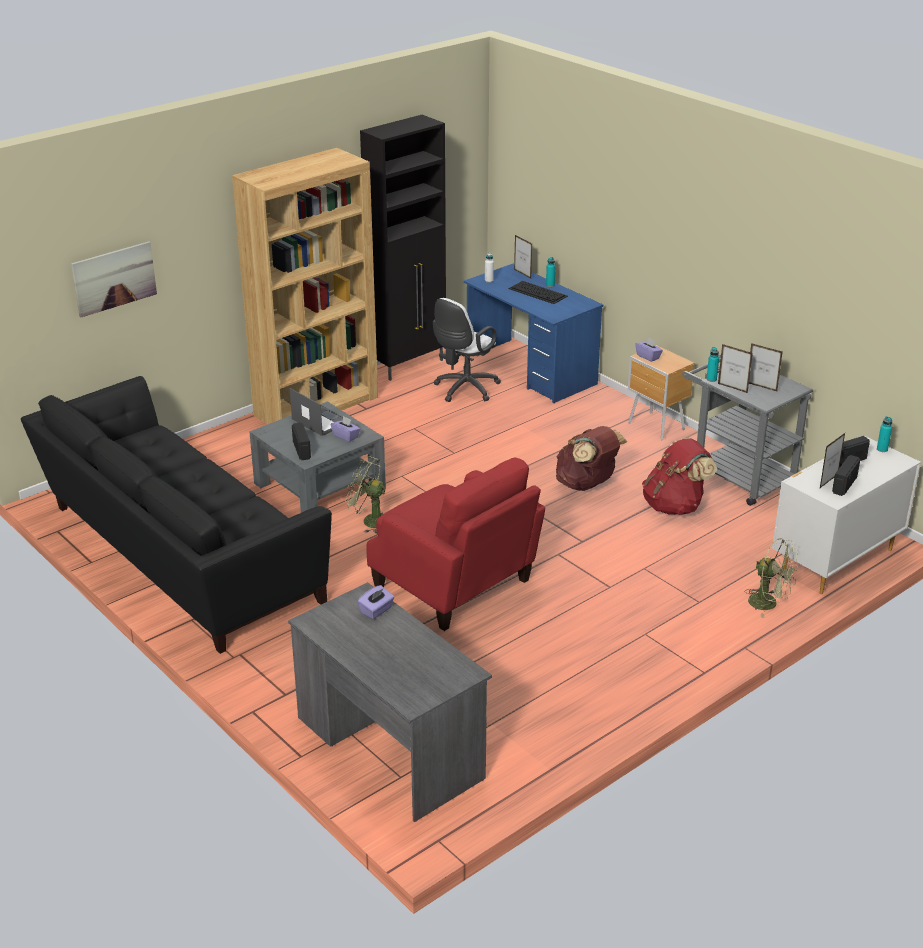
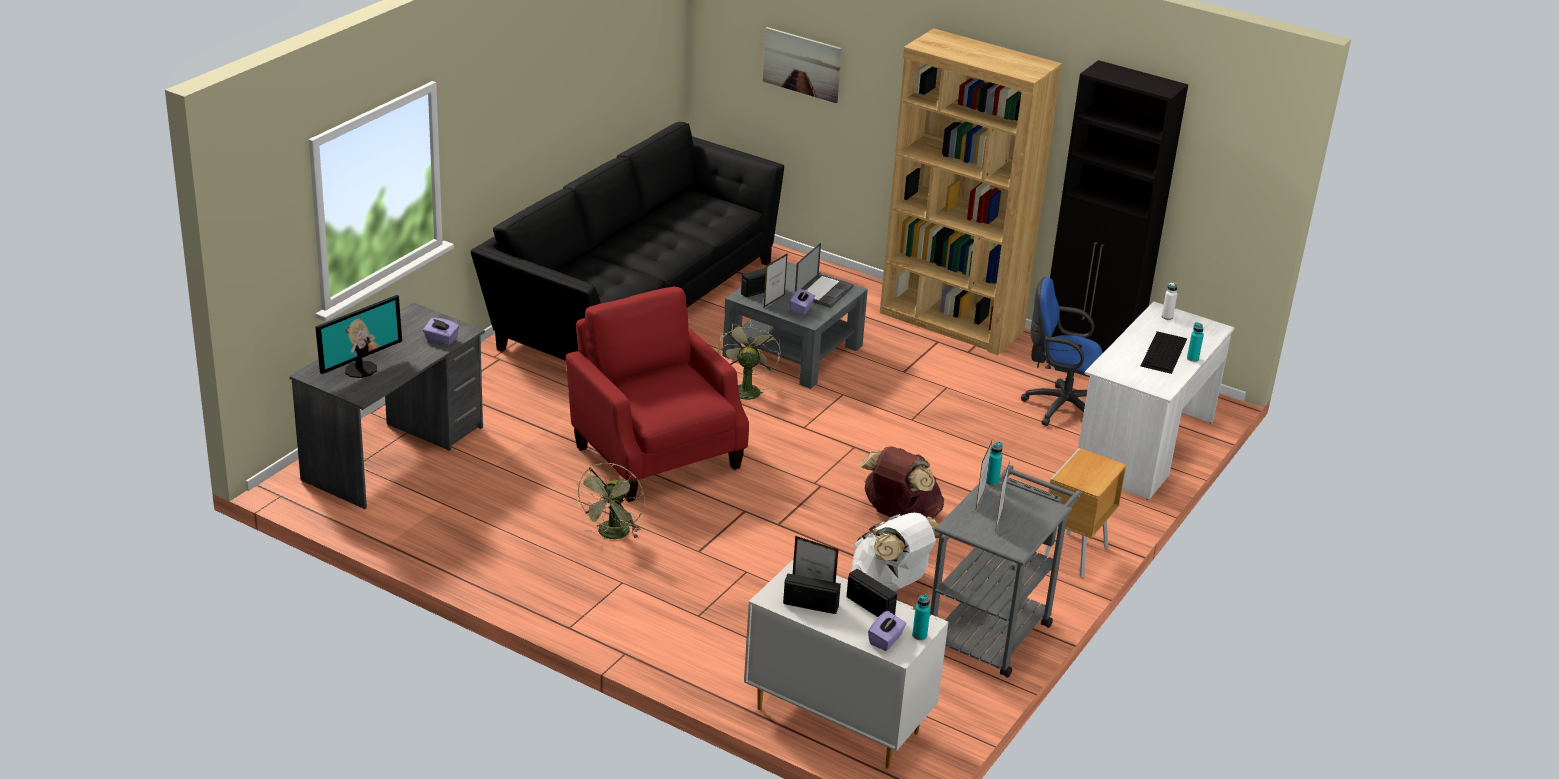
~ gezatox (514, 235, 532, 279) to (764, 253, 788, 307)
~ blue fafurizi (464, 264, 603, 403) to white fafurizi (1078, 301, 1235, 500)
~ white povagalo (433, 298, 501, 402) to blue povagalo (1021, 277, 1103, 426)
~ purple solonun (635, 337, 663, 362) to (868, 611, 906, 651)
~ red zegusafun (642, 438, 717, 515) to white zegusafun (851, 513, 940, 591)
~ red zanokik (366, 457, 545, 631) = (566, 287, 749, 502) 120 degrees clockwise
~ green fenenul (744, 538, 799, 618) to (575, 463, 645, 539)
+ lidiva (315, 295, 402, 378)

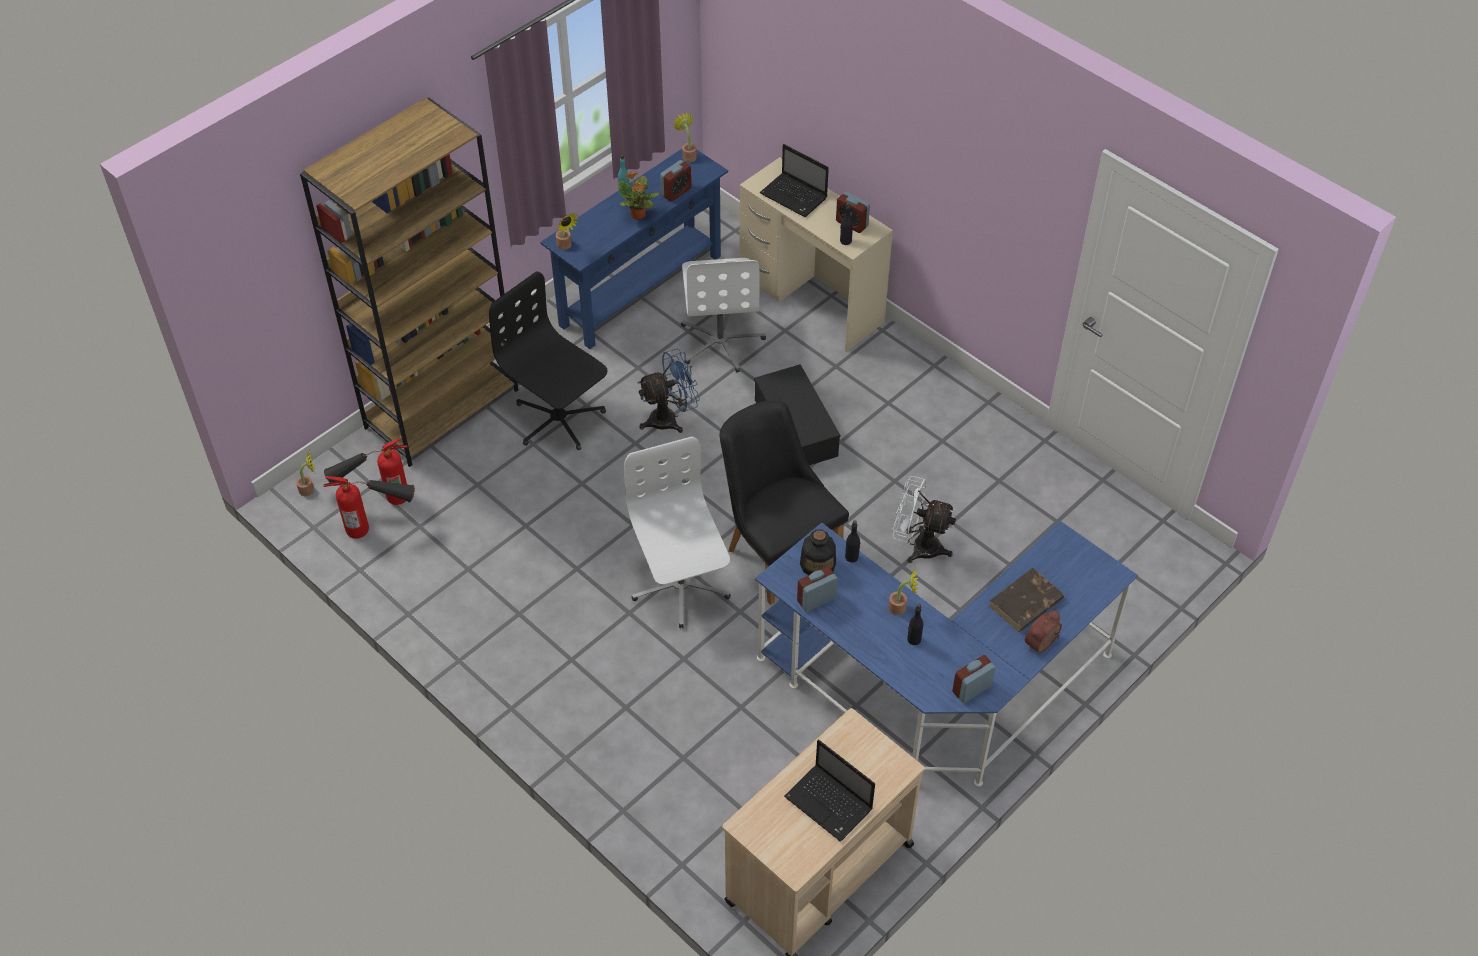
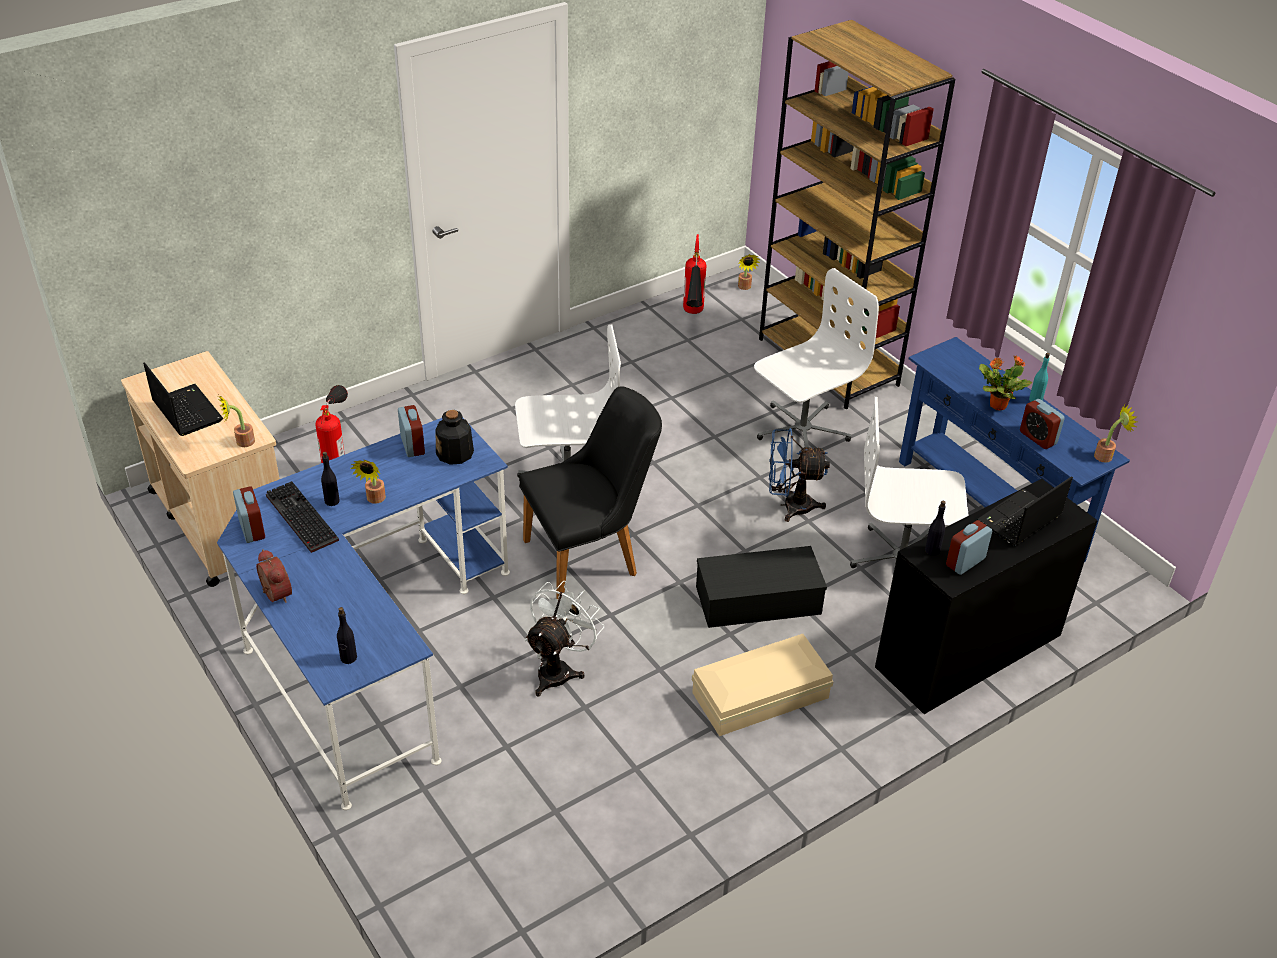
~ beige fafurizi (740, 157, 893, 352) to black fafurizi (875, 479, 1098, 714)
~ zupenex (556, 214, 579, 250) to (218, 395, 255, 447)
~ black povagalo (489, 271, 607, 450) to white povagalo (754, 268, 879, 448)
~ blue fenenul (638, 348, 700, 433) = (769, 428, 830, 522) 105 degrees clockwise
~ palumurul (324, 438, 408, 505) to (315, 385, 348, 463)
~ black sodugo (845, 520, 860, 563) to (337, 607, 357, 664)
- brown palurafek (989, 568, 1064, 632)
~ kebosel (784, 740, 875, 842) = (143, 362, 223, 436) 90 degrees clockwise
+ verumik (266, 481, 339, 553)
+ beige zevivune (692, 634, 834, 736)

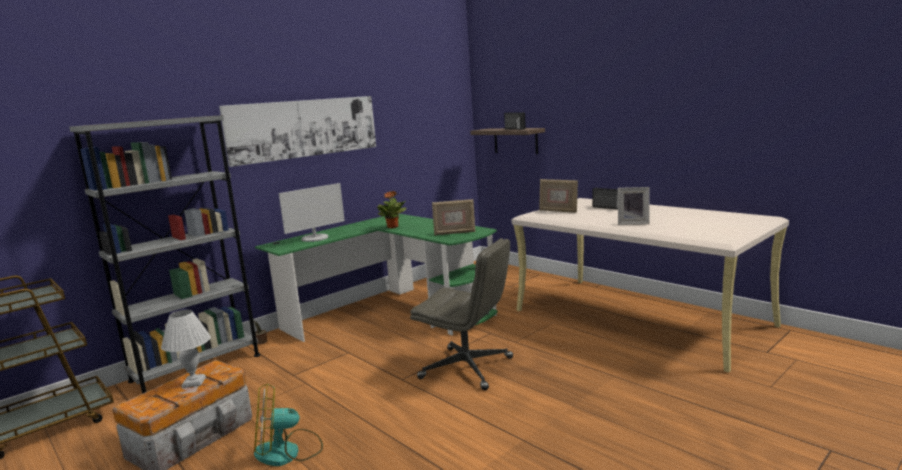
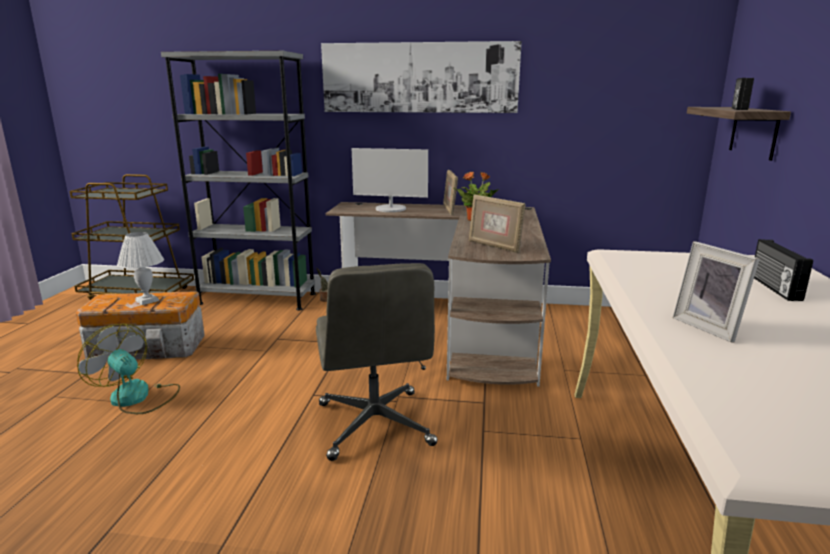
~ gezatox (539, 179, 578, 213) to (443, 170, 458, 215)
~ green fafurizi (255, 214, 498, 342) to brown fafurizi (326, 202, 551, 387)

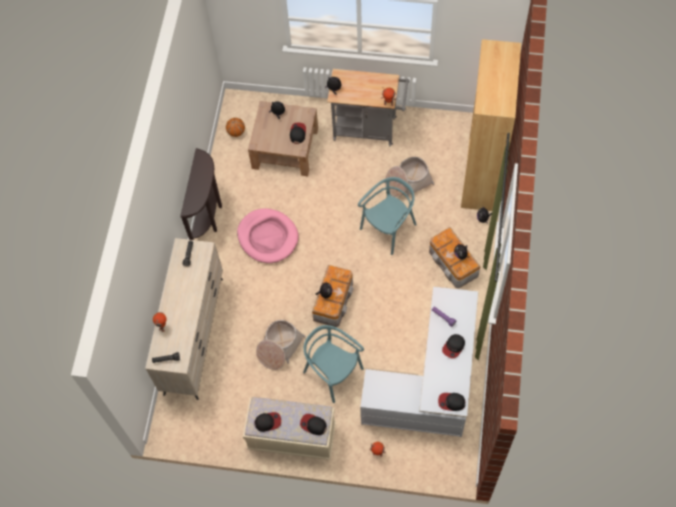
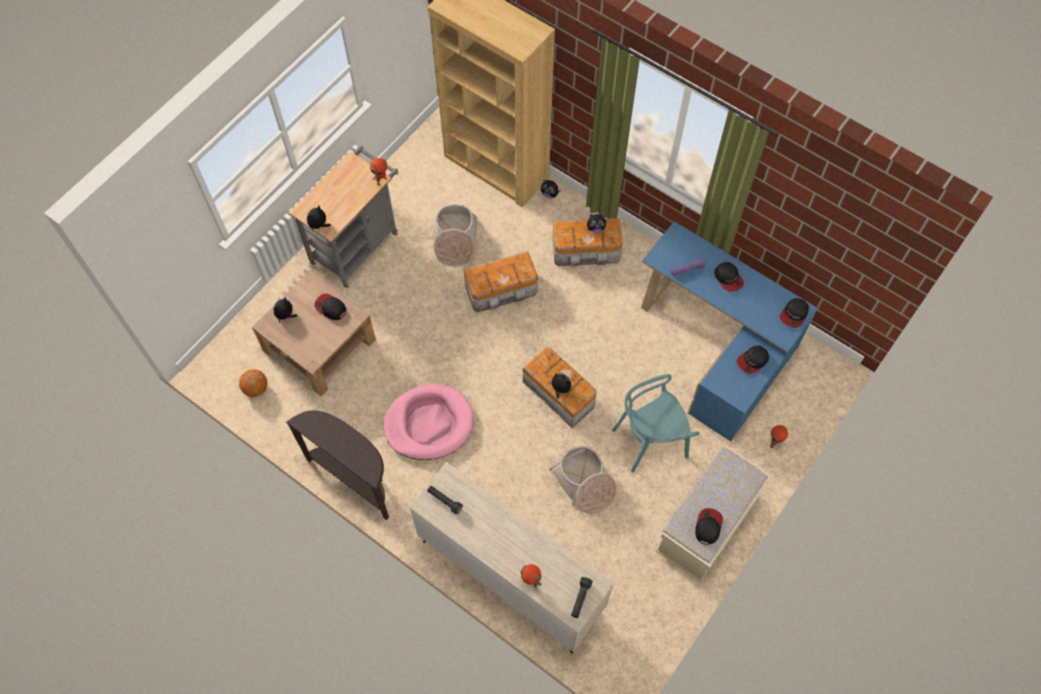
~ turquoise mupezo (358, 177, 417, 255) to zevivune (463, 251, 538, 312)
~ white fafurizi (360, 286, 478, 437) to blue fafurizi (641, 221, 818, 441)
~ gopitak (300, 414, 327, 435) to (737, 346, 769, 374)

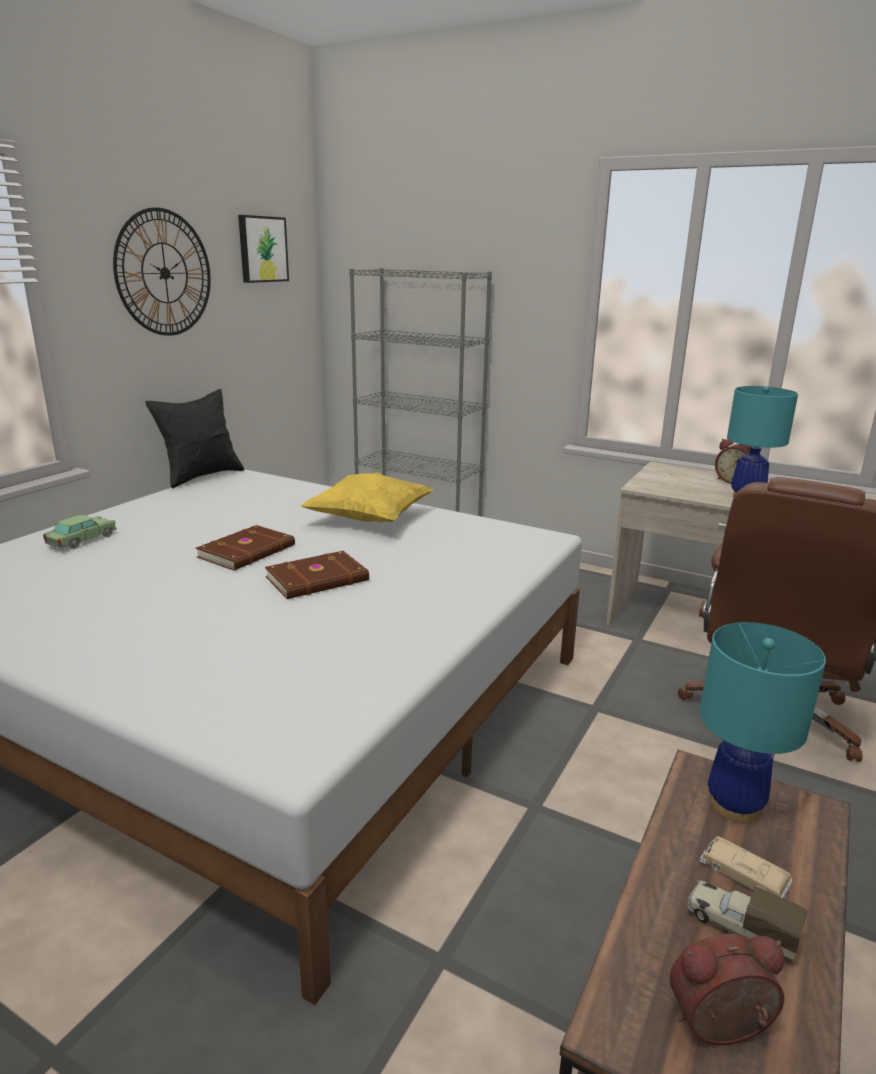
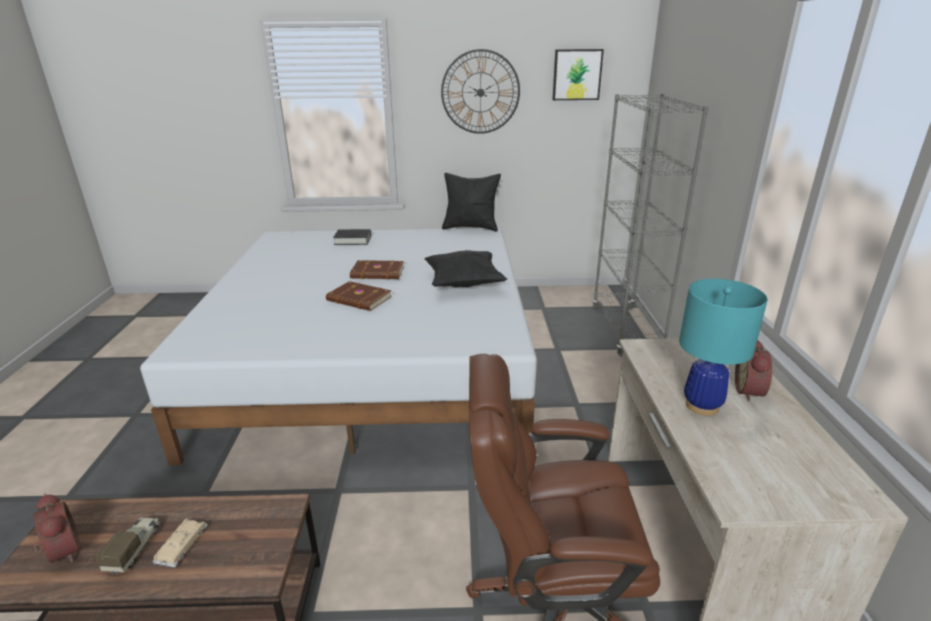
~ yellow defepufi (300, 472, 433, 522) to black defepufi (424, 250, 507, 287)
~ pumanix (43, 515, 117, 549) to black palurafek (333, 229, 371, 245)
- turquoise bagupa (700, 622, 826, 823)

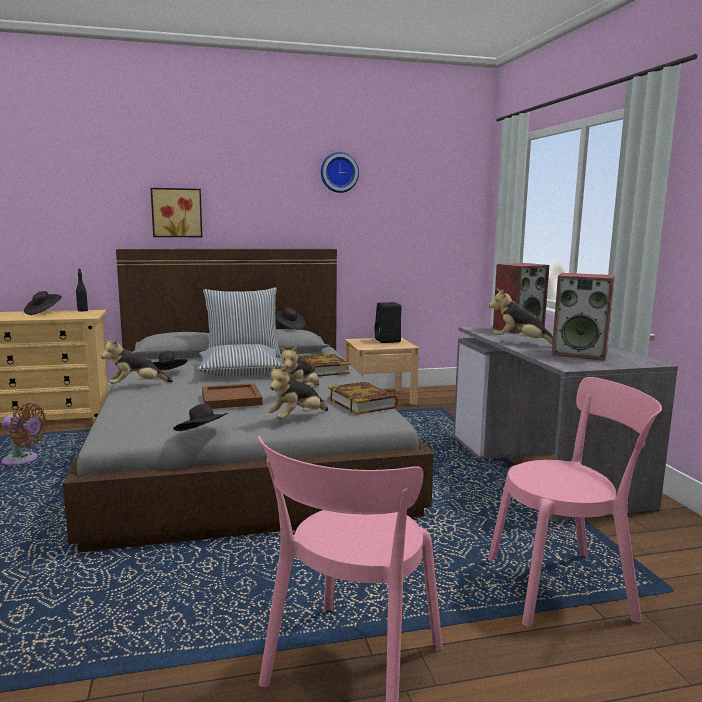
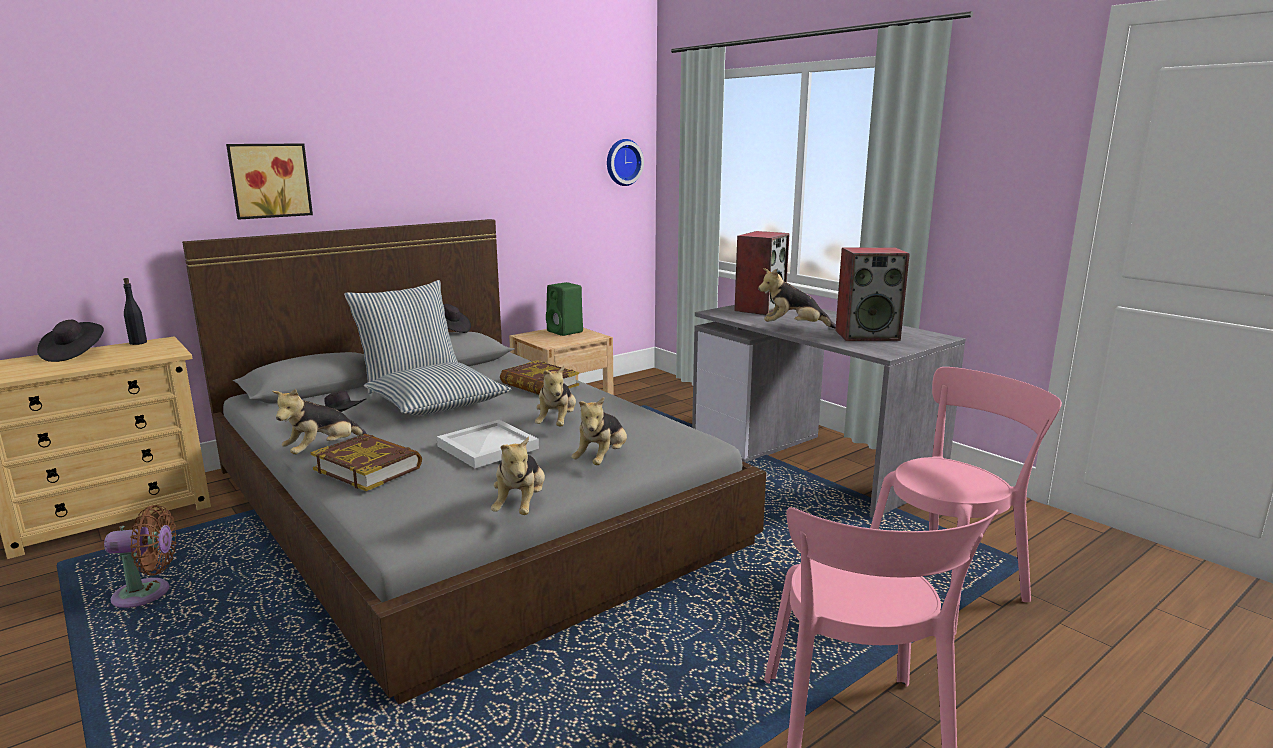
~ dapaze (321, 152, 359, 193) to (607, 139, 644, 186)
~ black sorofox (374, 302, 402, 343) to green sorofox (546, 282, 583, 336)
~ palurafek (328, 382, 399, 415) to (311, 434, 422, 491)
~ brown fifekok (202, 383, 263, 409) to white fifekok (437, 420, 539, 468)
~ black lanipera (173, 404, 228, 431) to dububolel (491, 436, 545, 515)

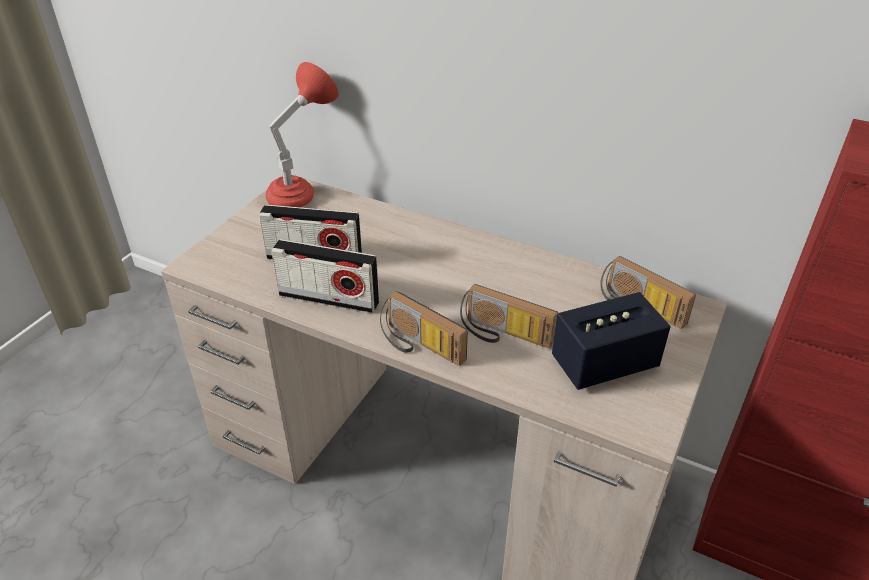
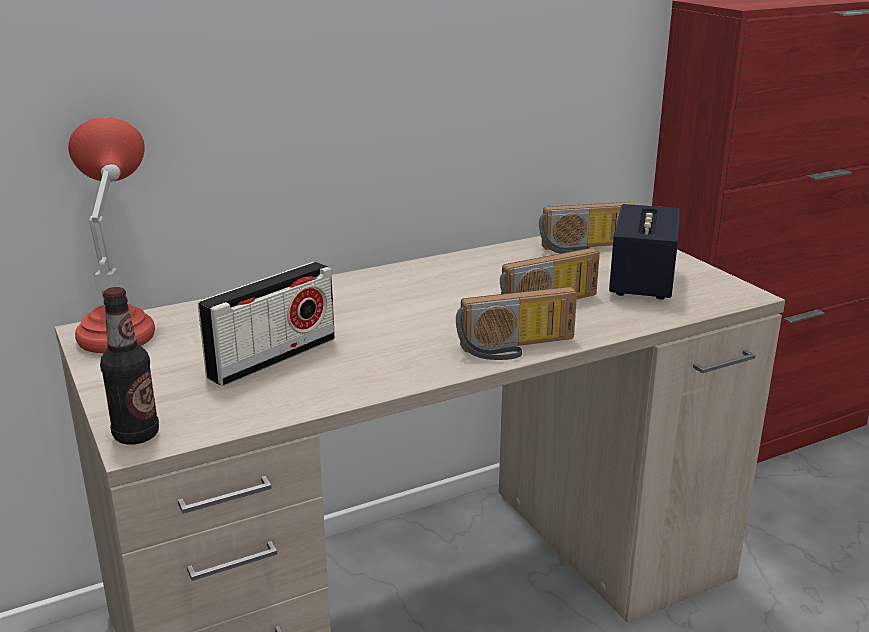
- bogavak (271, 239, 379, 313)
+ sodugo (100, 287, 159, 445)

